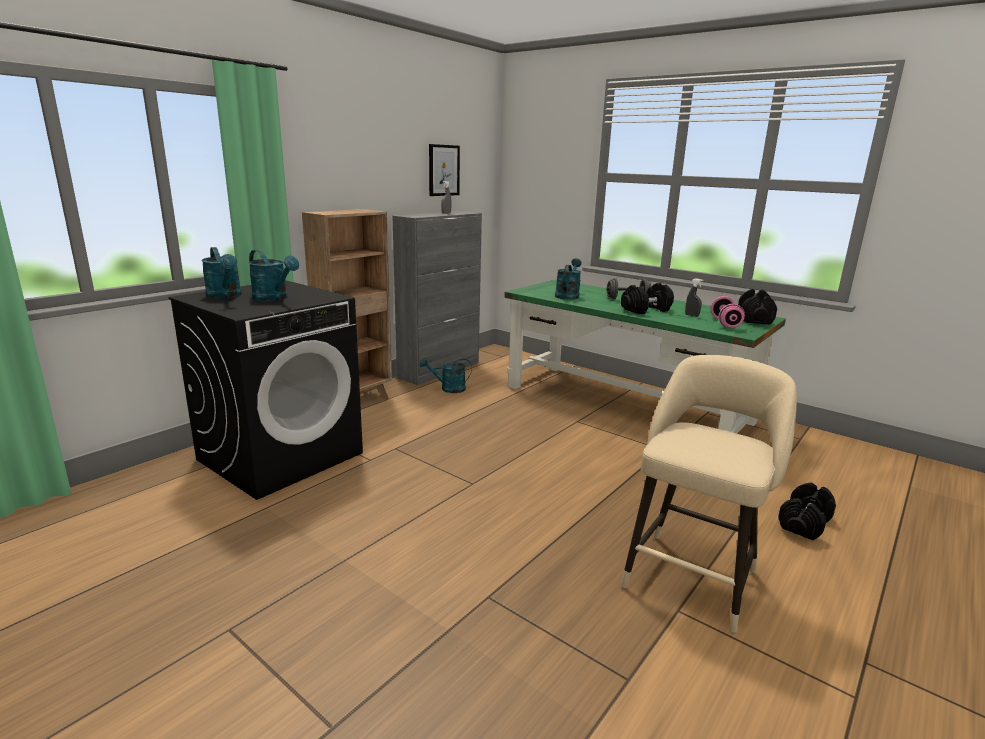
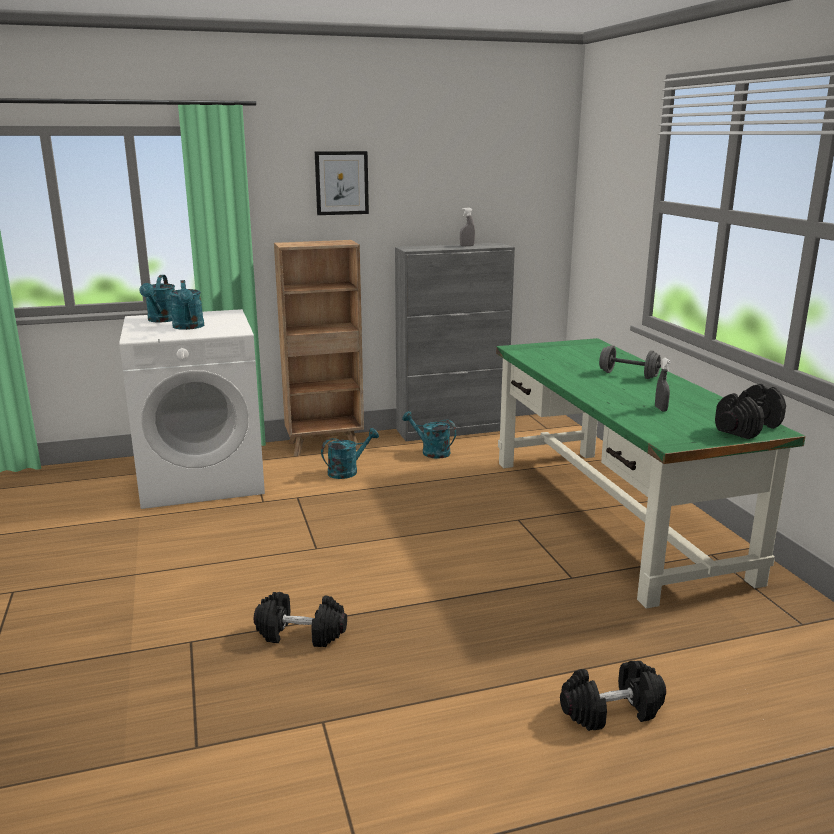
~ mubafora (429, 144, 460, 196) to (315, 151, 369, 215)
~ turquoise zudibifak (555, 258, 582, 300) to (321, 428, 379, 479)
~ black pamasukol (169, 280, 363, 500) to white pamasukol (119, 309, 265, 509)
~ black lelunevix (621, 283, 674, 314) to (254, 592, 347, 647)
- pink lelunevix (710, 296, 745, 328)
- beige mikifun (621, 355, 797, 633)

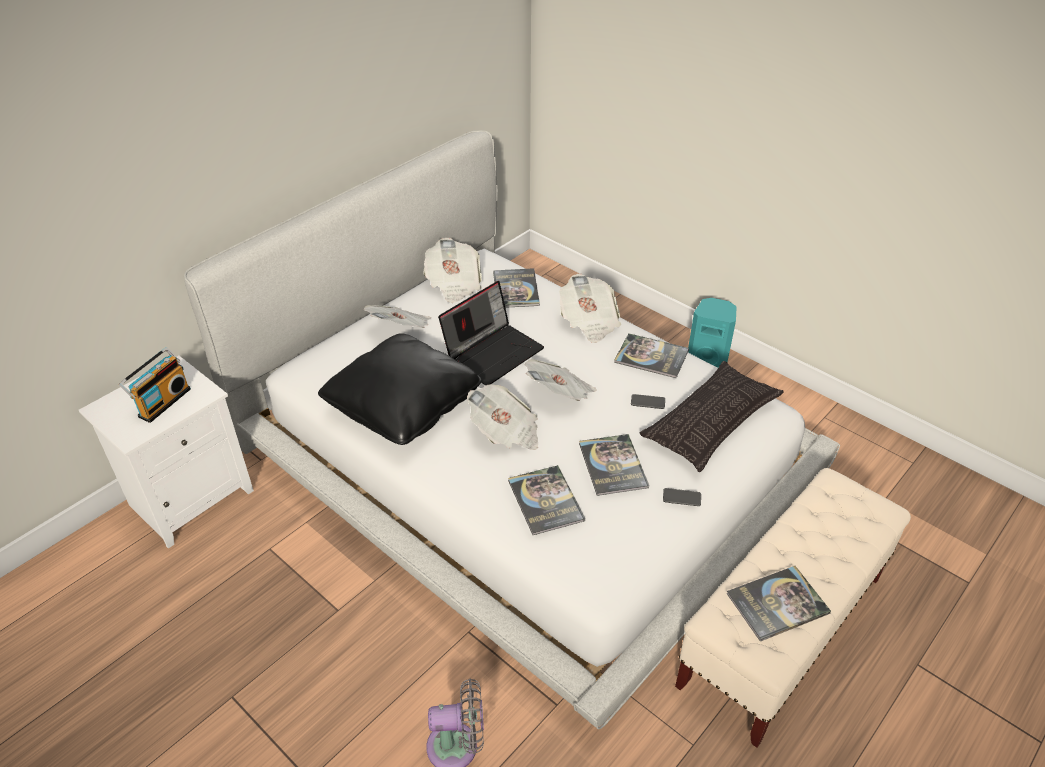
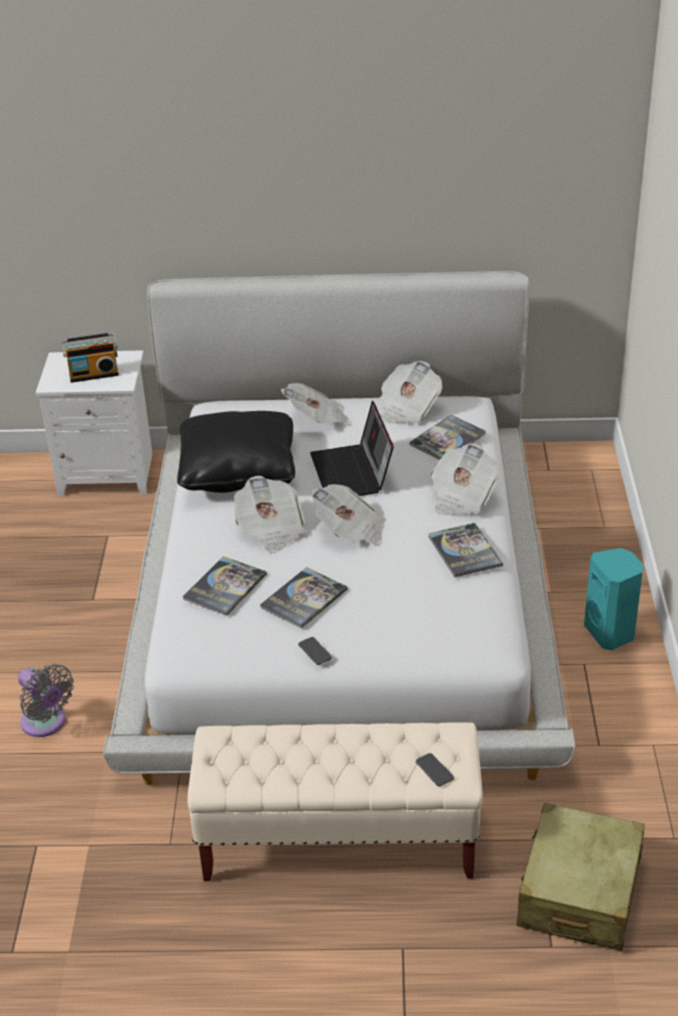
~ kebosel (438, 281, 544, 385) = (310, 401, 394, 496) 75 degrees clockwise
- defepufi (640, 361, 784, 472)
~ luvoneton (631, 394, 665, 409) to (416, 753, 454, 787)
- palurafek (726, 566, 831, 642)
+ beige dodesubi (517, 803, 645, 951)

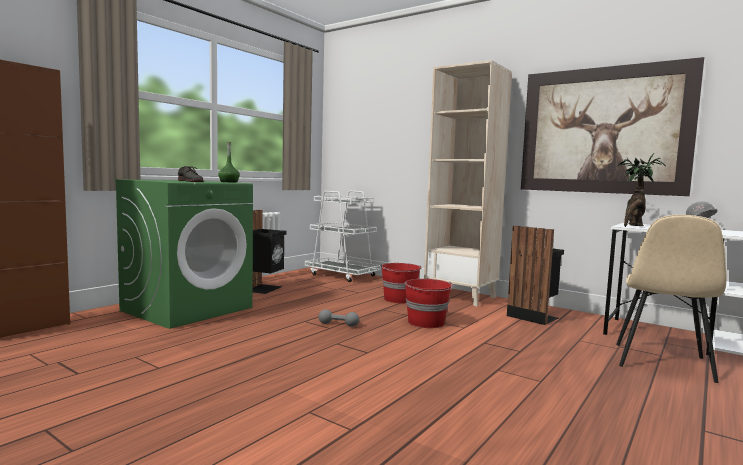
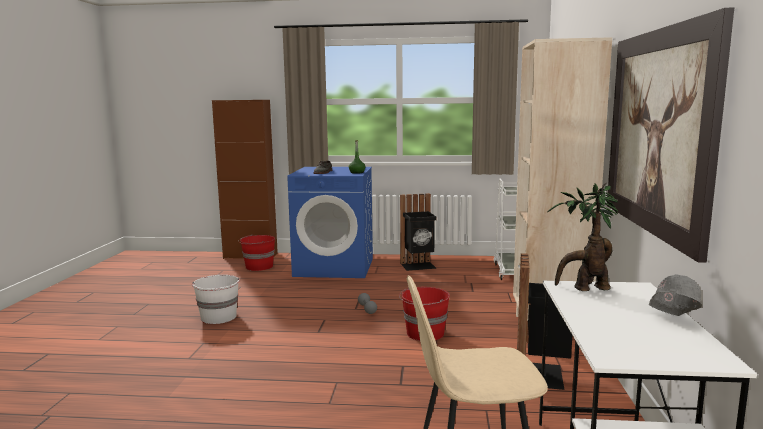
~ green pamasukol (114, 179, 253, 329) to blue pamasukol (287, 167, 373, 278)
~ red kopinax (381, 263, 422, 303) to (238, 235, 275, 271)
+ white kopinax (192, 275, 240, 324)

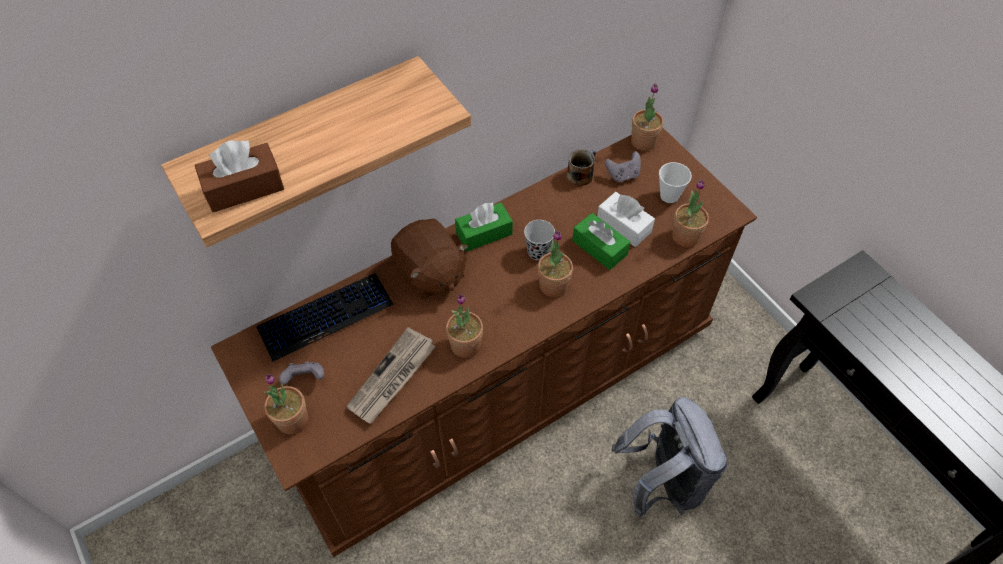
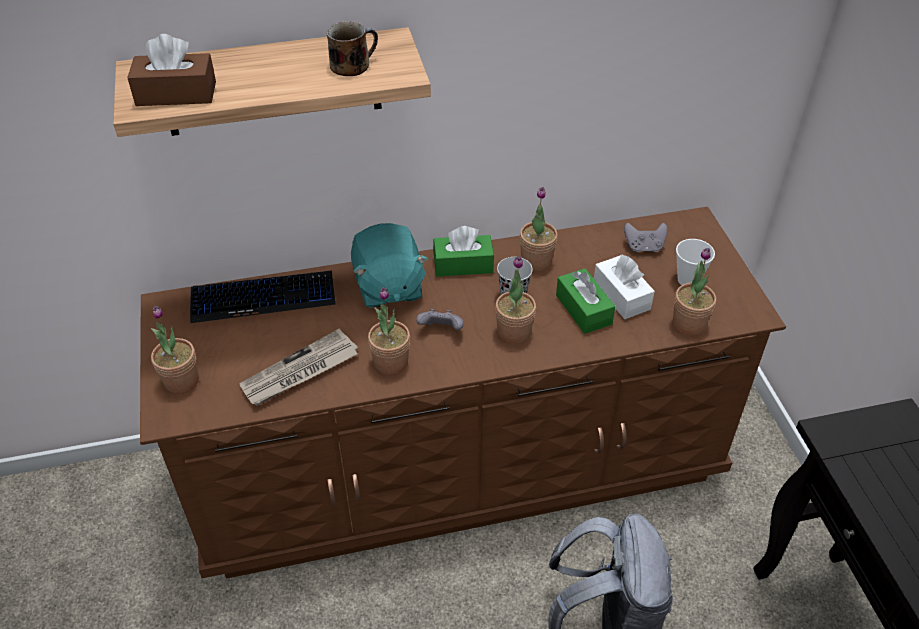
~ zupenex (631, 83, 663, 151) to (520, 187, 558, 271)
~ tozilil (567, 149, 596, 186) to (326, 21, 378, 76)
~ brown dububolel (391, 218, 468, 299) to turquoise dububolel (351, 223, 428, 308)
~ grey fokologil (279, 361, 324, 385) to (416, 309, 464, 330)

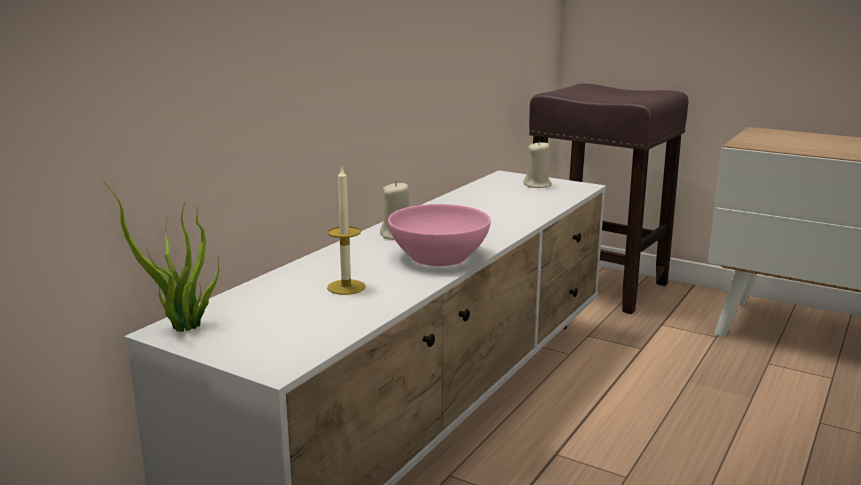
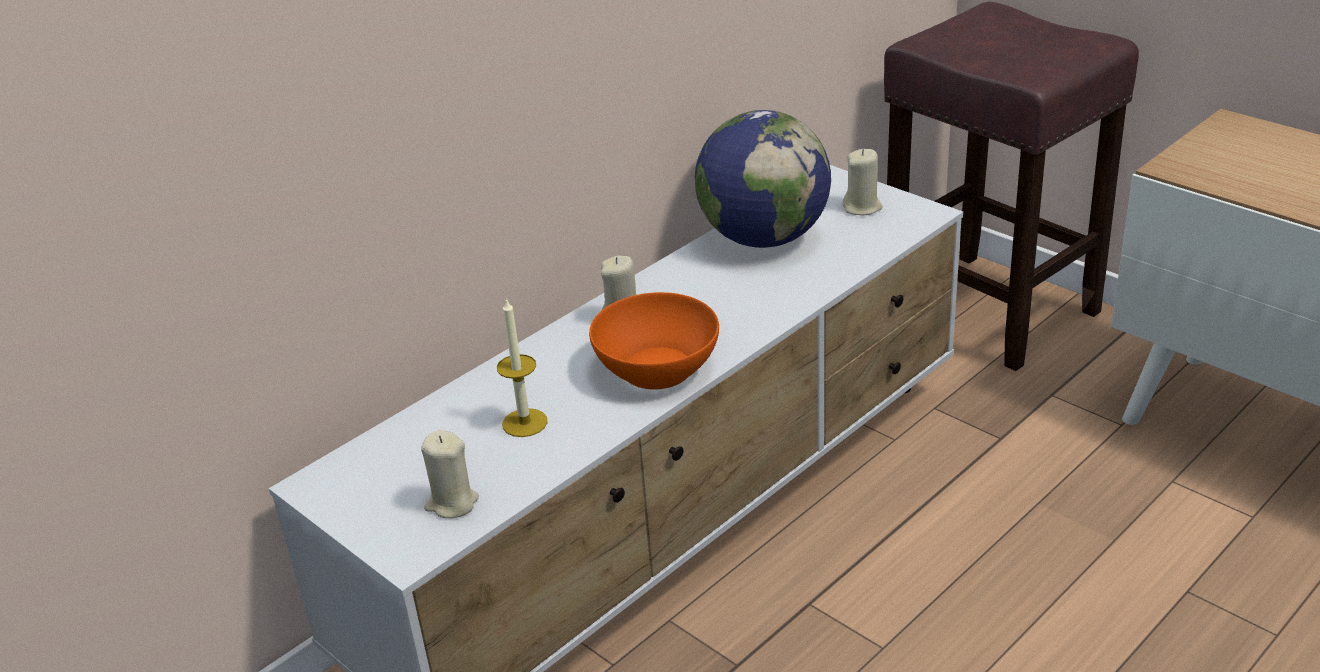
- zupenex (103, 181, 219, 332)
~ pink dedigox (388, 204, 491, 266) to orange dedigox (589, 292, 719, 390)
+ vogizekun (695, 110, 831, 248)
+ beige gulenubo (421, 430, 479, 518)

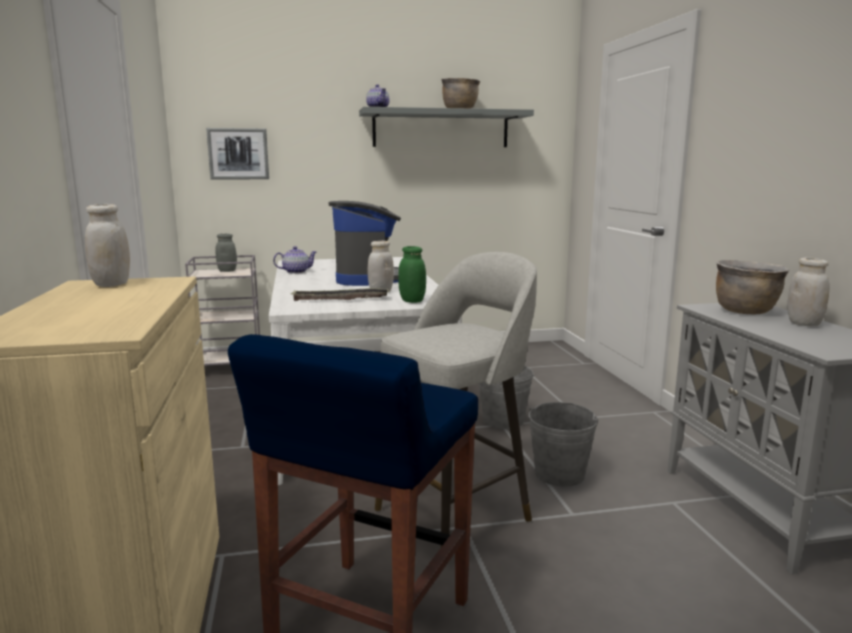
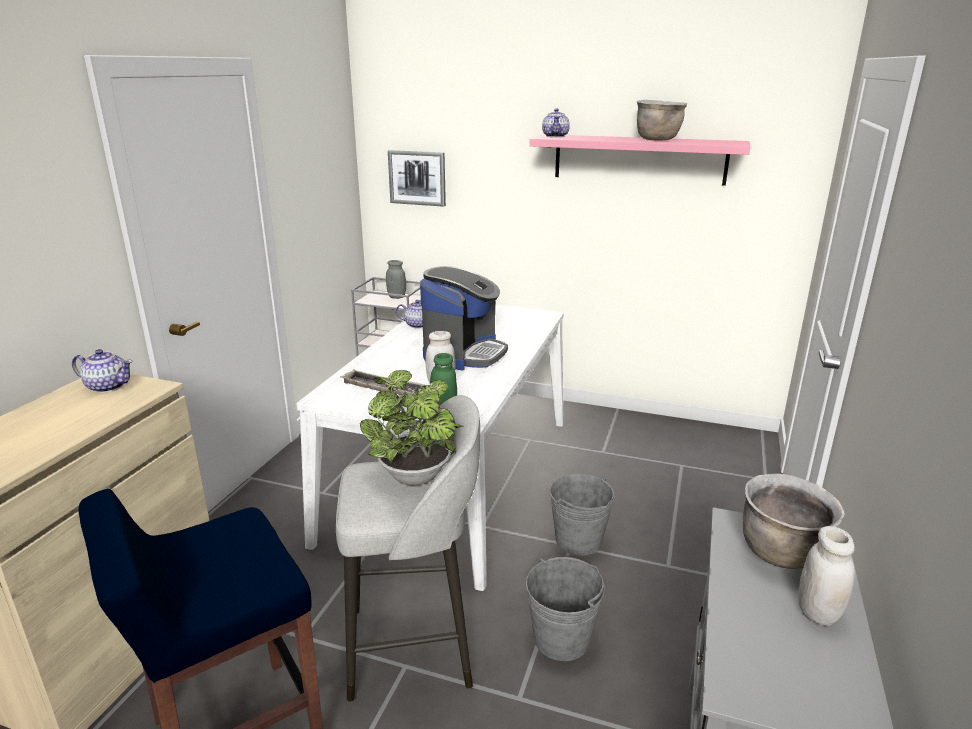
~ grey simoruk (359, 107, 534, 147) to pink simoruk (529, 134, 751, 186)
~ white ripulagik (85, 204, 130, 287) to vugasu (72, 349, 133, 393)
+ zupenex (360, 370, 464, 486)

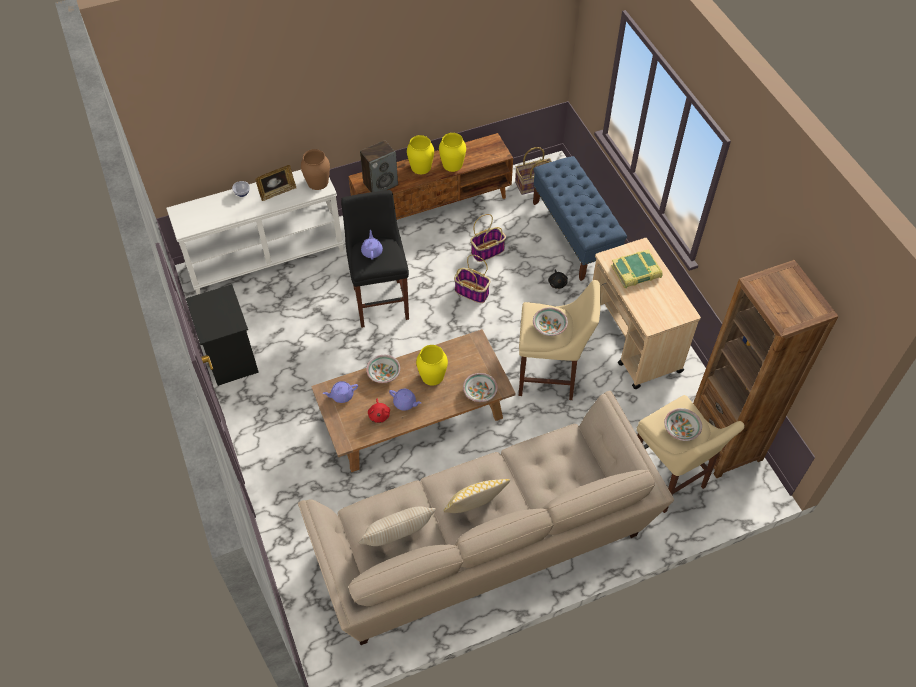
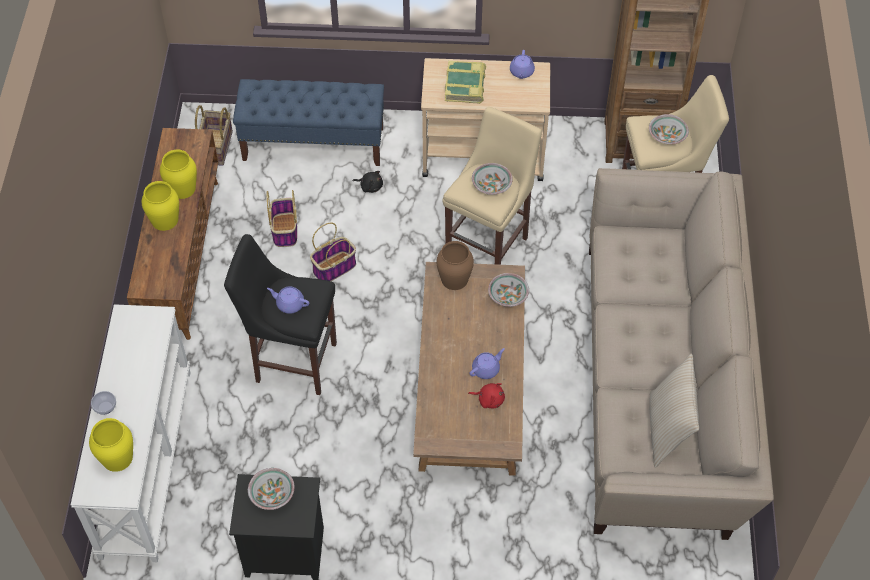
- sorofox (360, 140, 398, 192)
~ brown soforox (301, 149, 330, 190) to (436, 241, 474, 290)
- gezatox (256, 165, 296, 201)
~ yellow soforox (416, 345, 448, 386) to (89, 418, 133, 472)
~ dedigox (366, 355, 400, 383) to (248, 468, 295, 510)
~ purple vugasu (322, 381, 358, 403) to (510, 50, 535, 79)
- defepufi (443, 479, 510, 513)

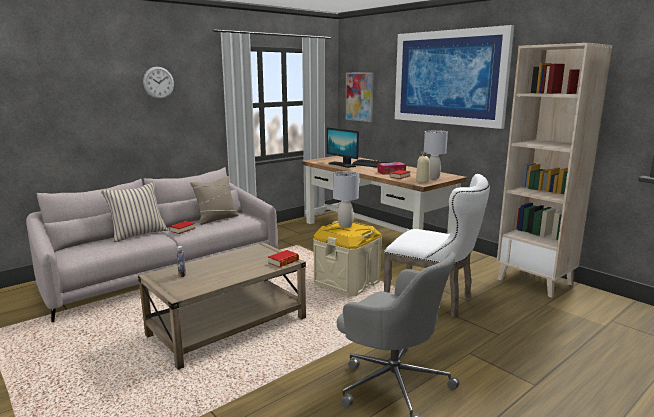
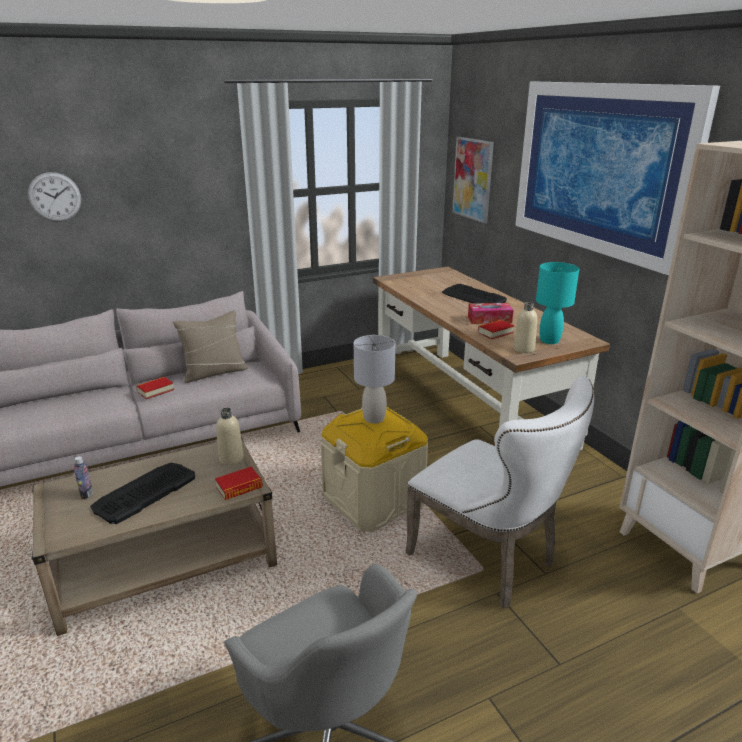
~ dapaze (143, 67, 174, 99) to (27, 172, 81, 221)
- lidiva (327, 128, 359, 168)
~ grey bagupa (424, 130, 448, 179) to turquoise bagupa (536, 262, 579, 344)
- beige defepufi (101, 182, 168, 243)
+ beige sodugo (216, 408, 244, 465)
+ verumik (90, 463, 195, 524)

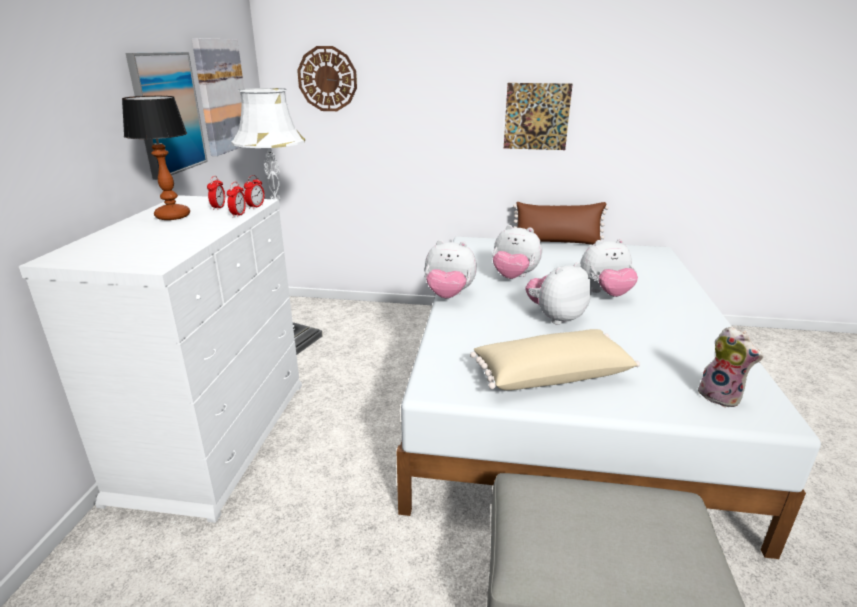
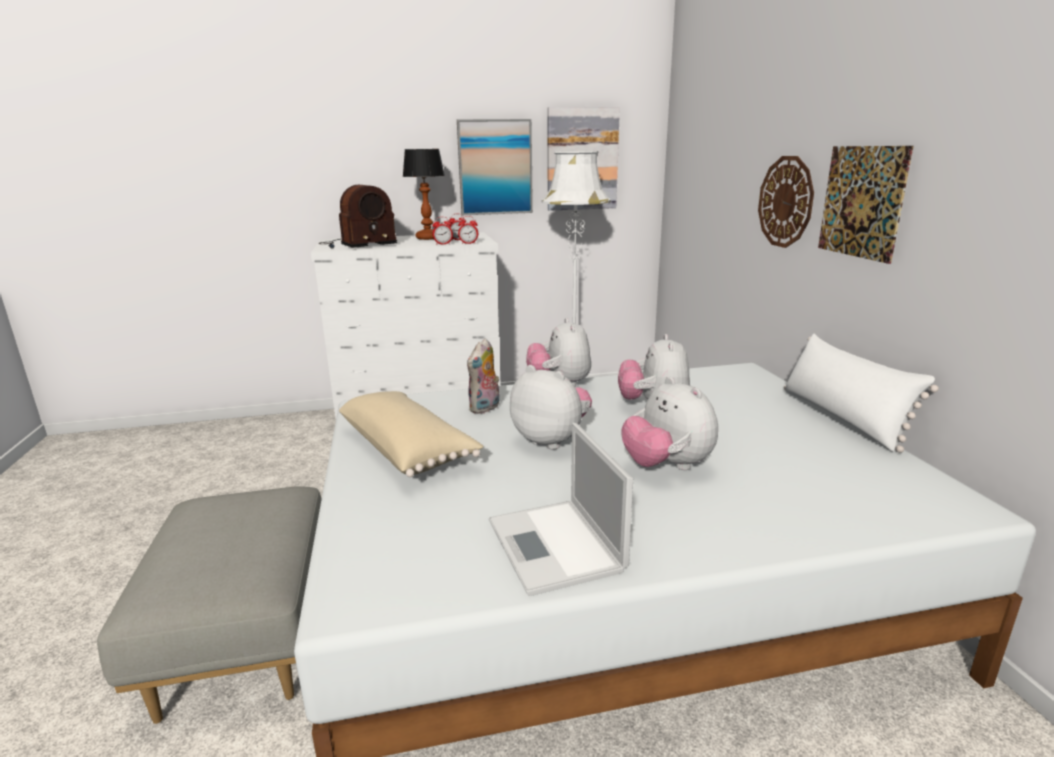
~ dapaze (297, 46, 357, 111) to (758, 156, 814, 248)
~ brown defepufi (513, 202, 609, 245) to white defepufi (784, 334, 939, 453)
~ dububolel (698, 326, 764, 407) to (467, 338, 499, 414)
+ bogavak (319, 185, 397, 249)
+ kebosel (489, 423, 633, 596)

